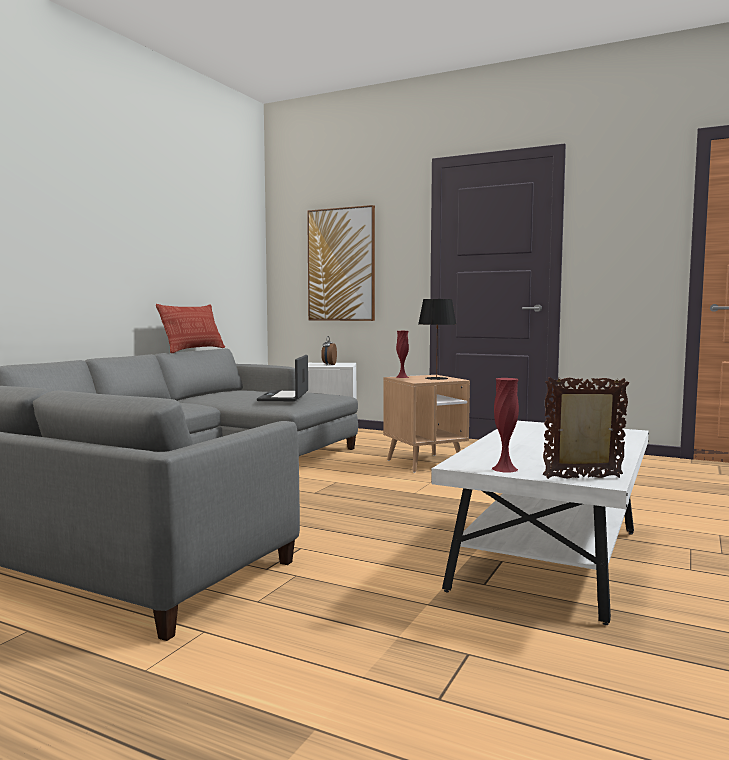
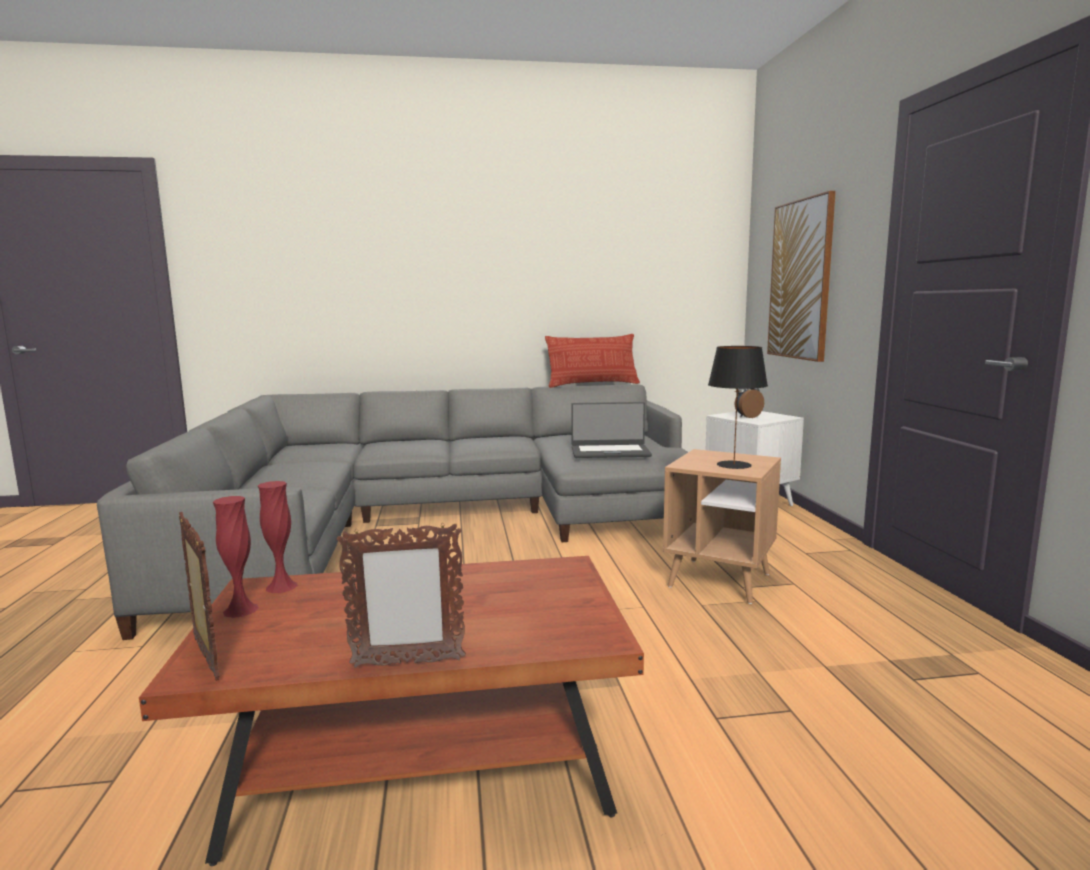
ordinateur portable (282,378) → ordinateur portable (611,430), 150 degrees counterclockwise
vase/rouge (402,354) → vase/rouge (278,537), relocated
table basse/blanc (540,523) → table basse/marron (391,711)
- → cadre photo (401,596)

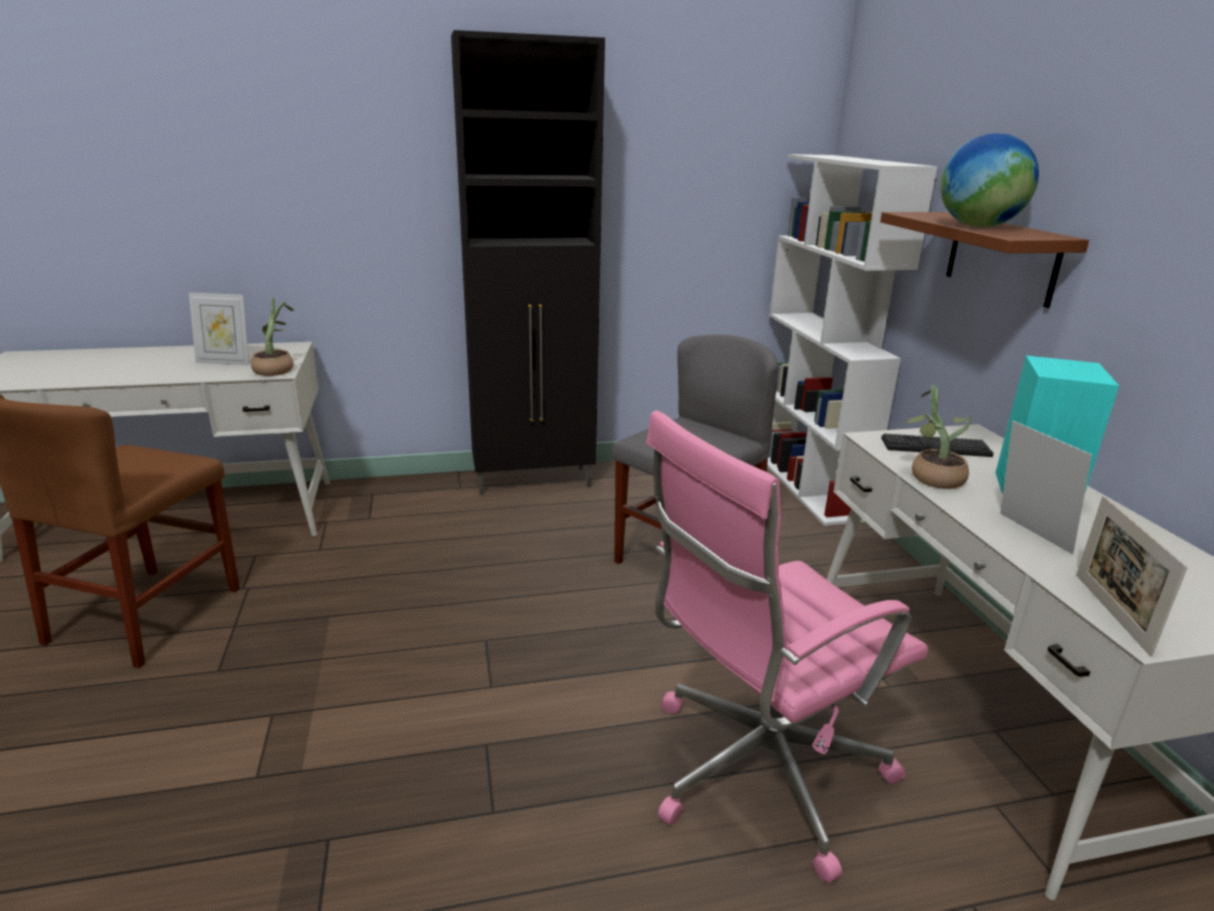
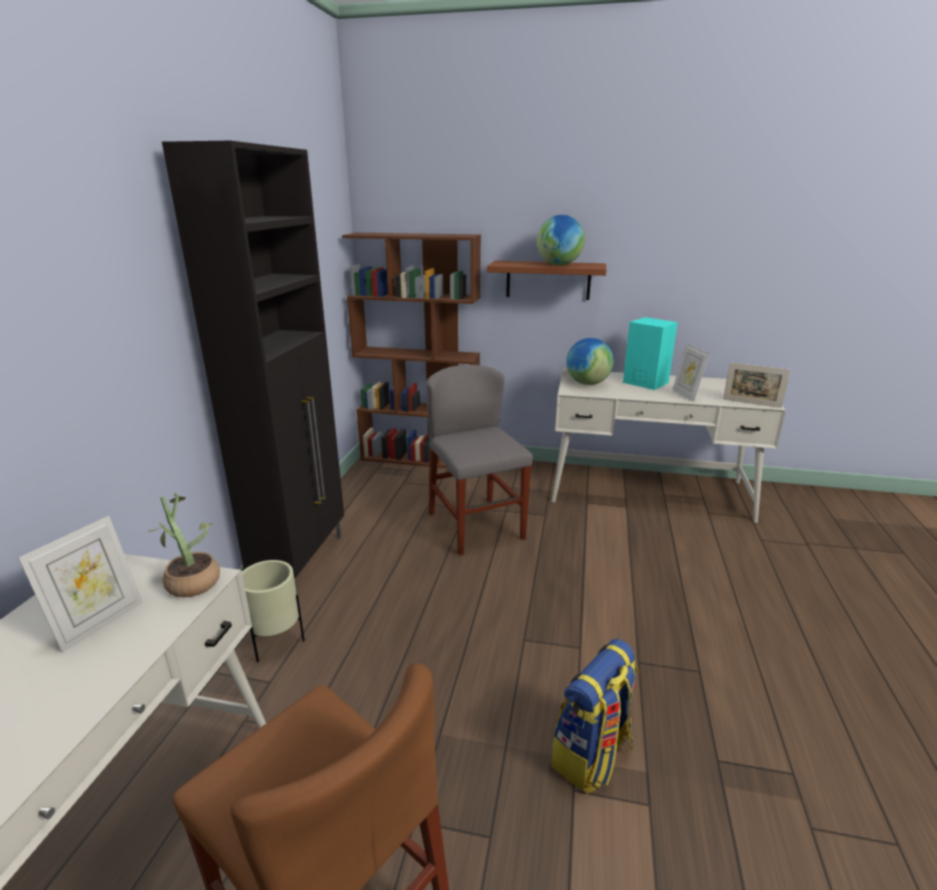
chaise de bureau/rose (787,646) → -
bibliothèque/blanc (852,340) → bibliothèque/marron (411,350)
clavier (937,445) → globe (590,361)
plante en pot (937,437) → -
cadre photo (1046,487) → cadre photo (691,372), 105 degrees counterclockwise
- → cache-pot/beige (273,611)
- → sac à dos (595,716)

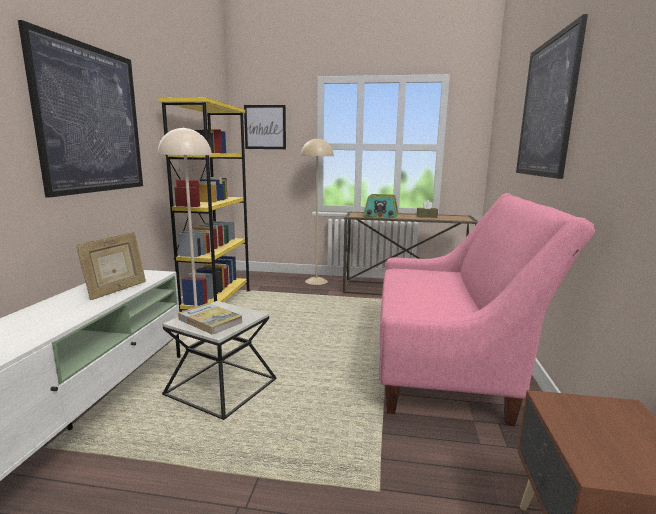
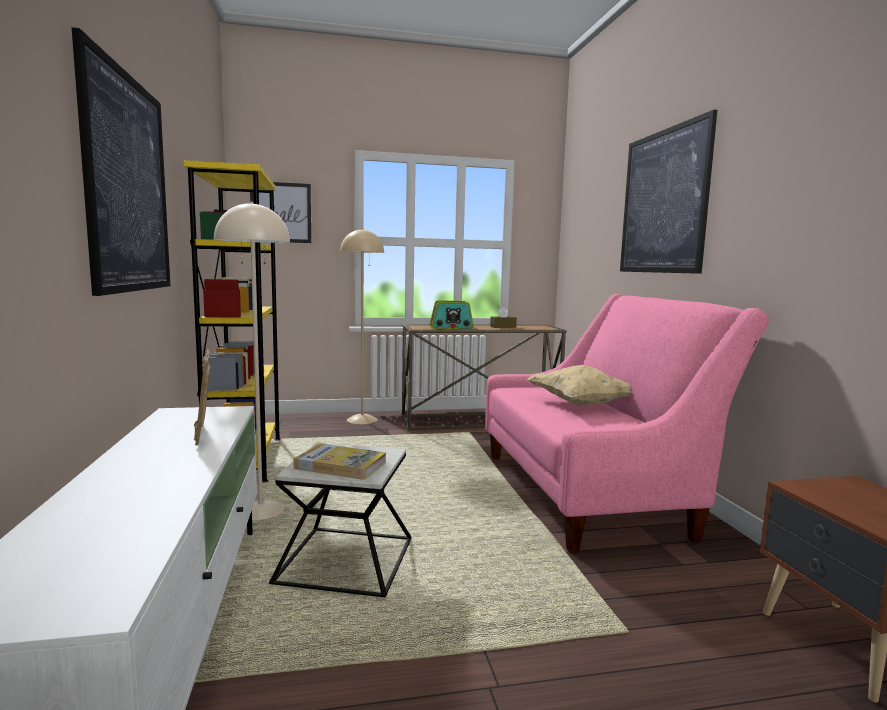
cadre photo (111,266) → cadre photo (202,397), 150 degrees clockwise
- → coussin/beige (579,385)

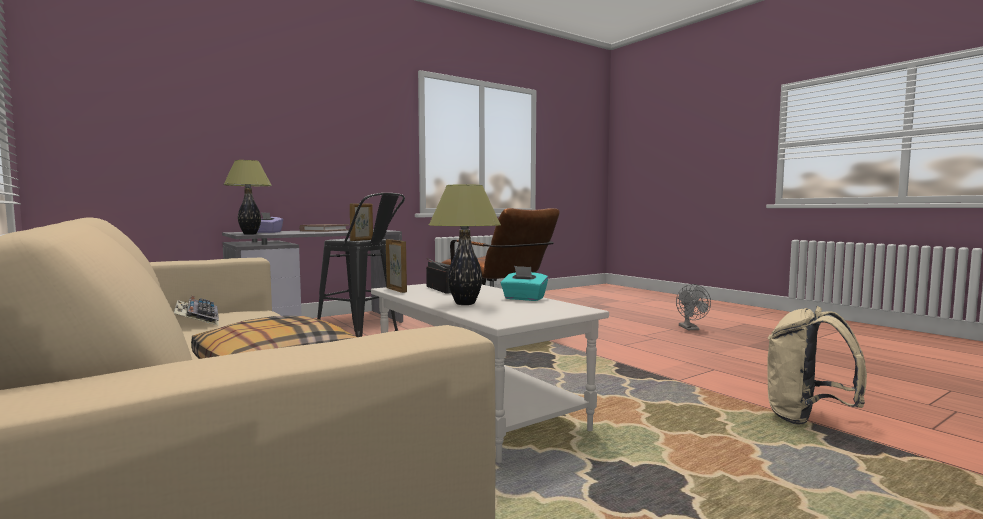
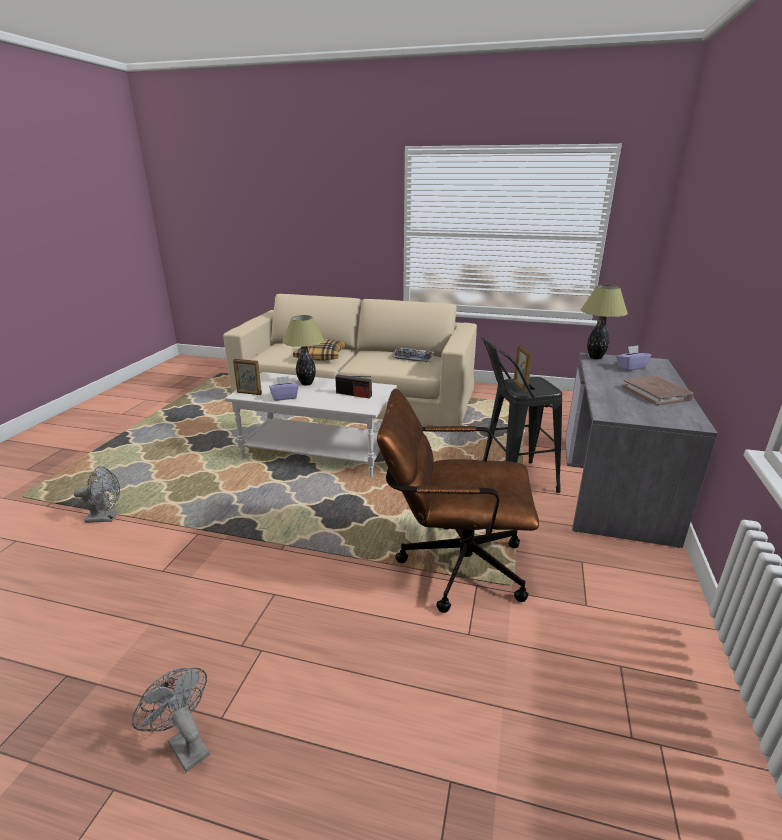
cadre photo (396,266) → cadre photo (247,377), relocated
boîte à mouchoirs/turquoise (524,283) → boîte à mouchoirs/violet (283,388)
sac à dos/beige (817,365) → ventilateur/gris (97,494)

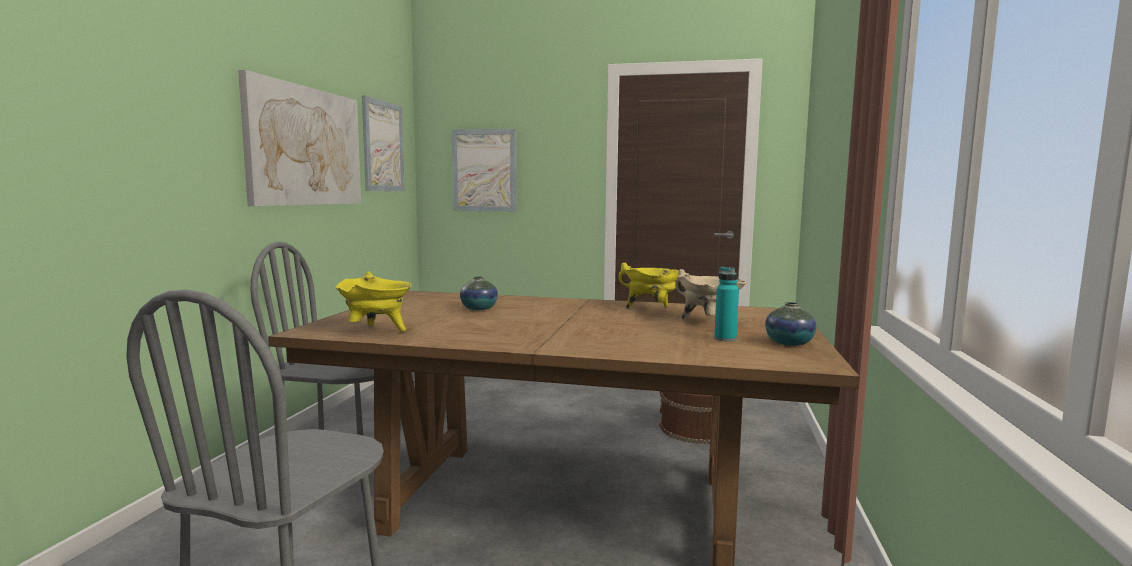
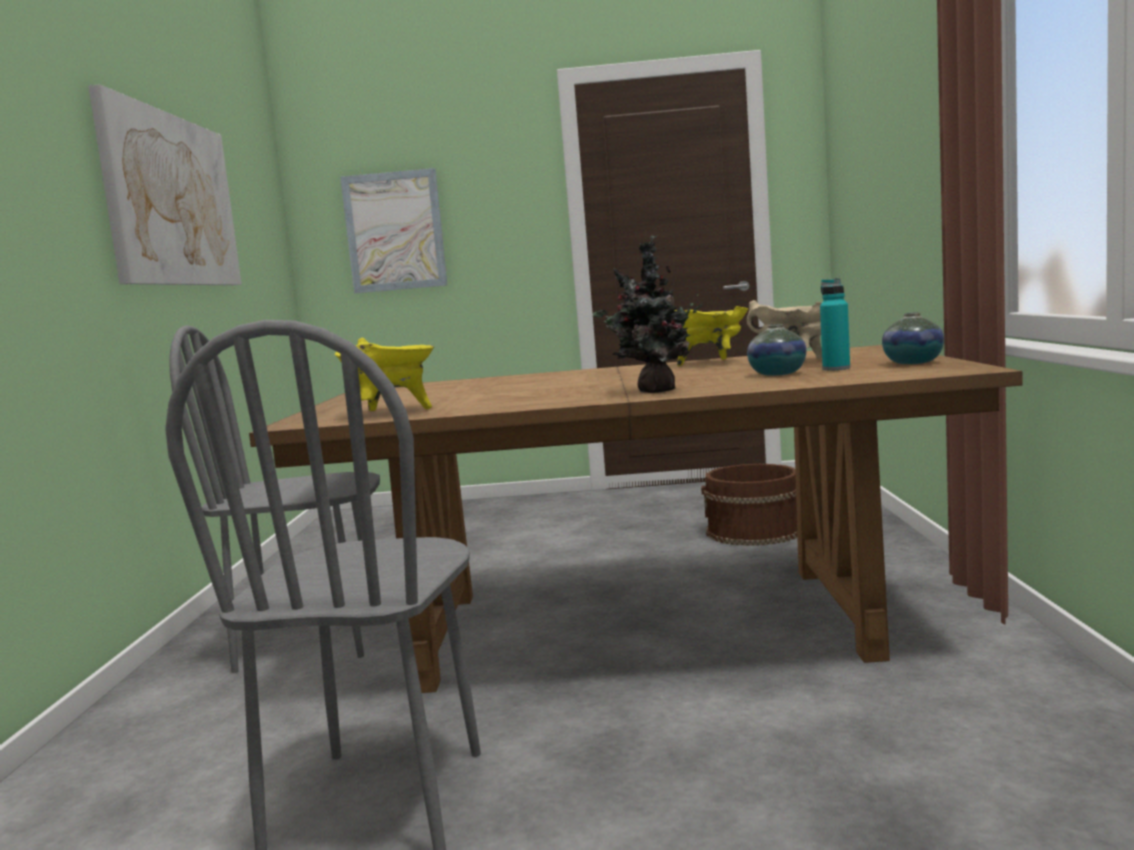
tableau (383,143) → -
vase (479,293) → vase (776,350), relocated
- → plante en pot (648,314)

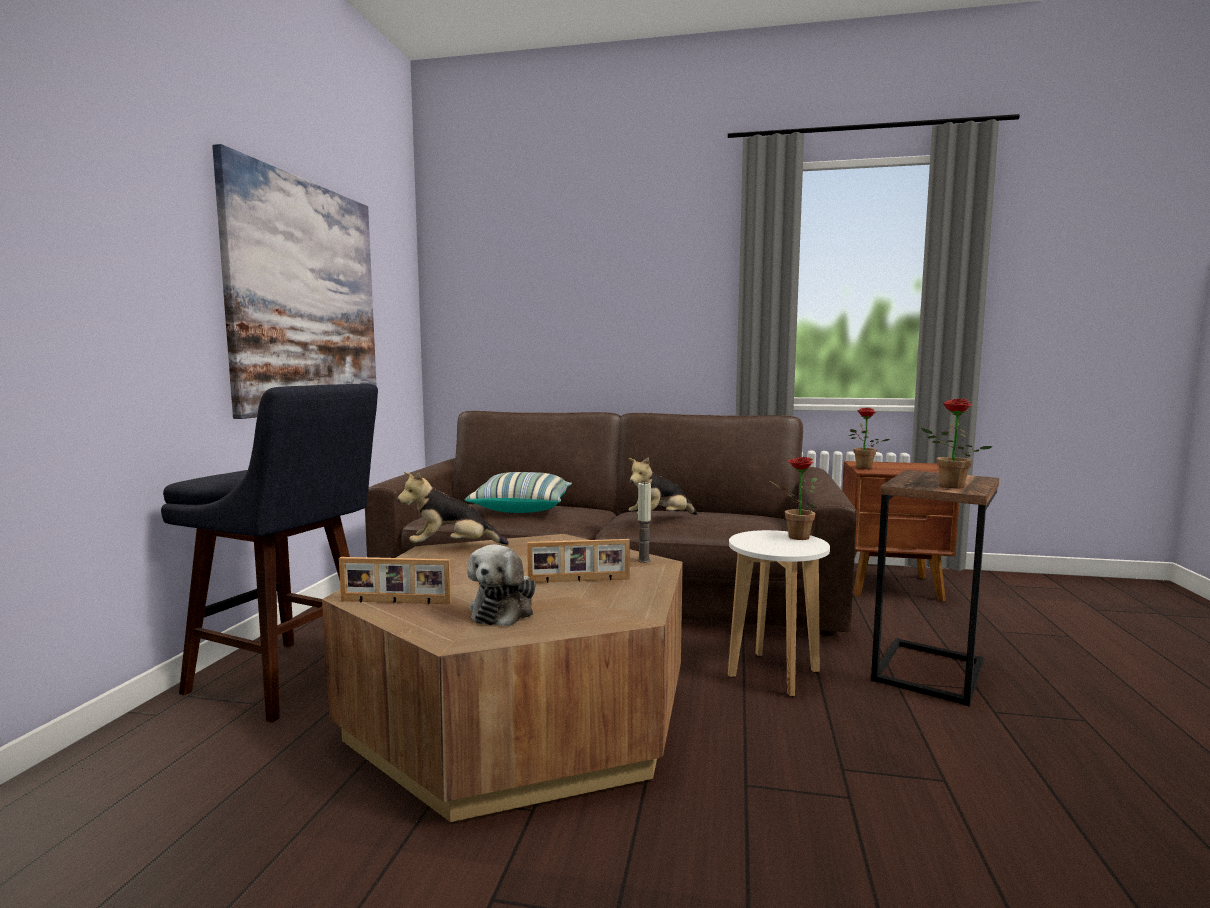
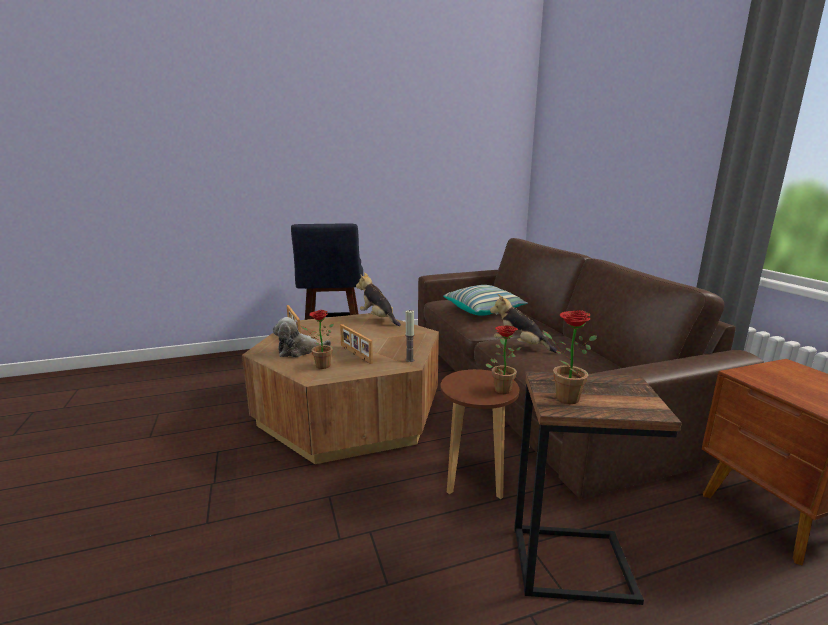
tableau (294,281) → -
tabouret/blanc (779,613) → tabouret/marron (479,434)
plante en pot (869,438) → plante en pot (317,339), relocated

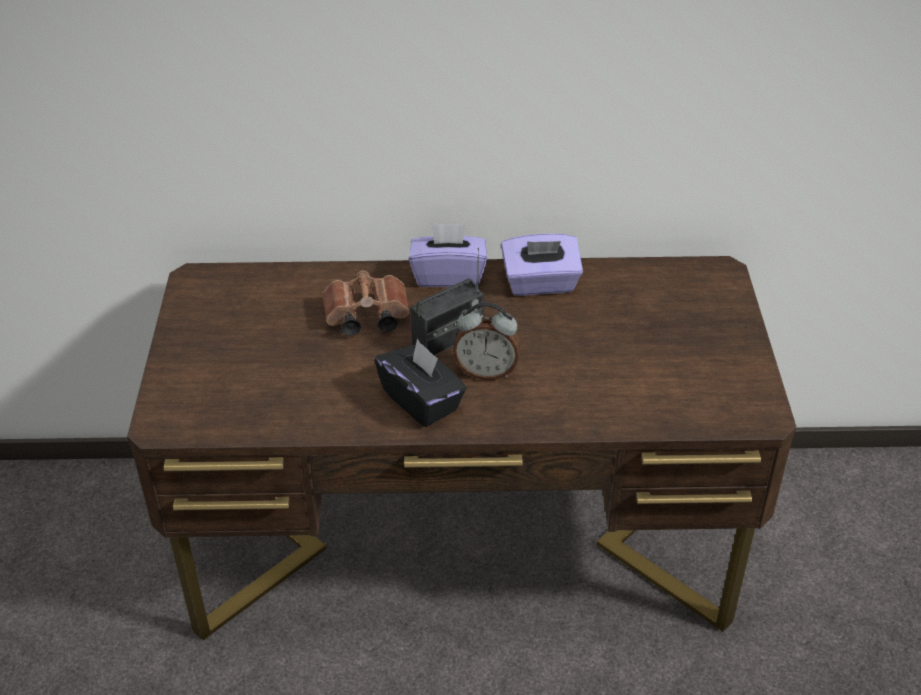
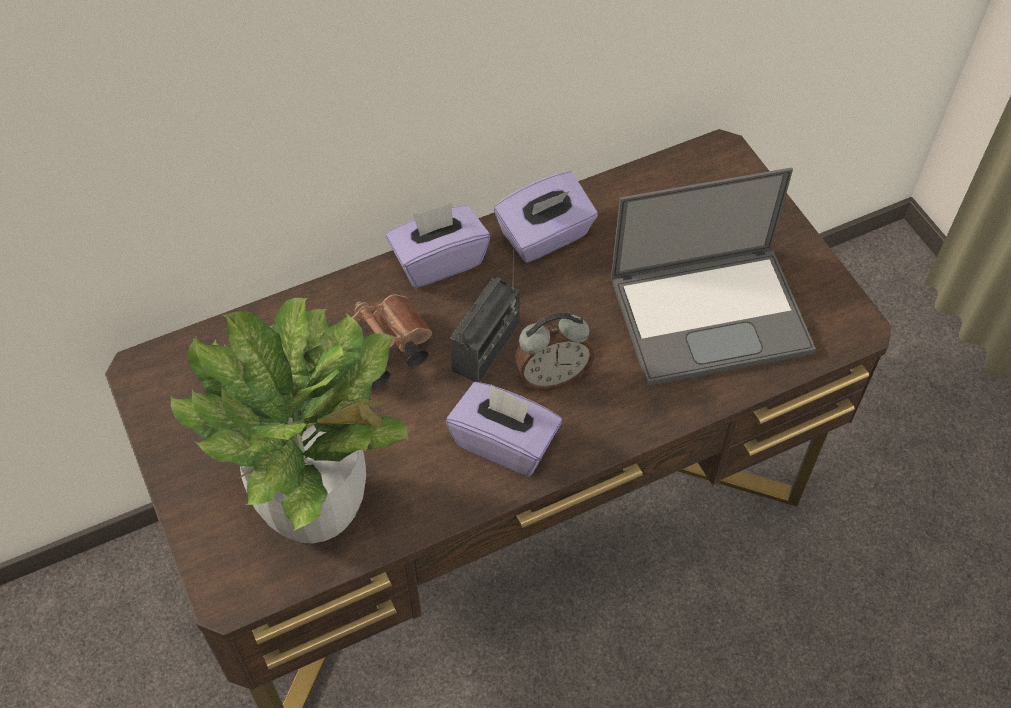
boîte à mouchoirs/noir (421,382) → boîte à mouchoirs/violet (504,429)
- → plante en pot (290,420)
- → ordinateur portable (713,276)

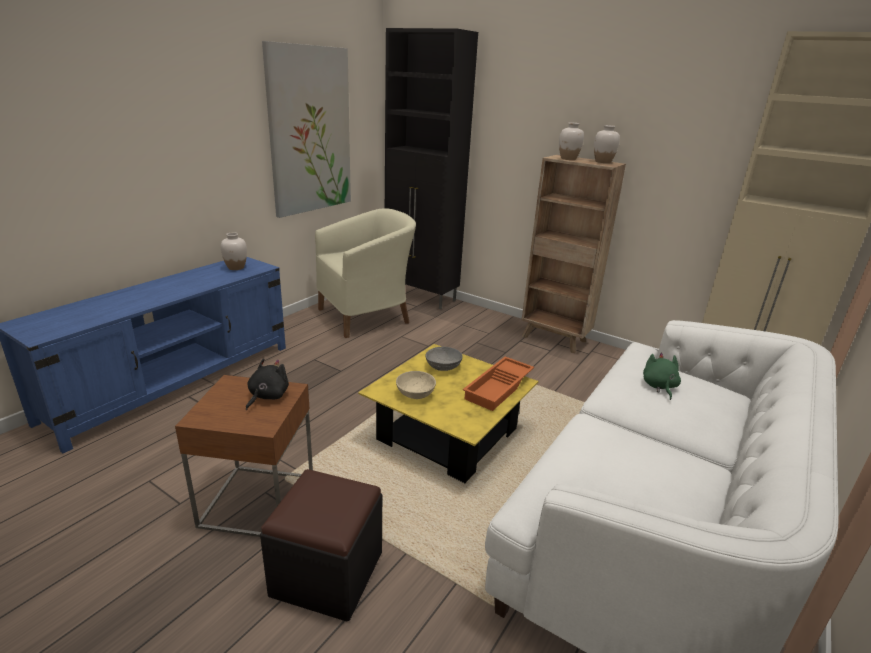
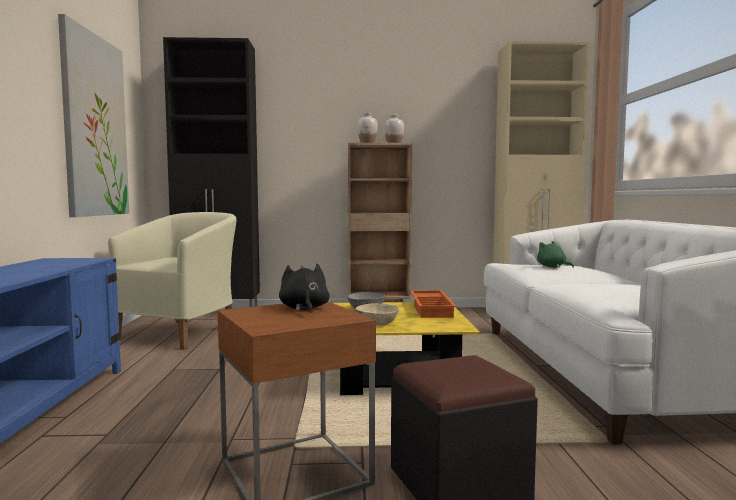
vase/blanc (234,251) → -

